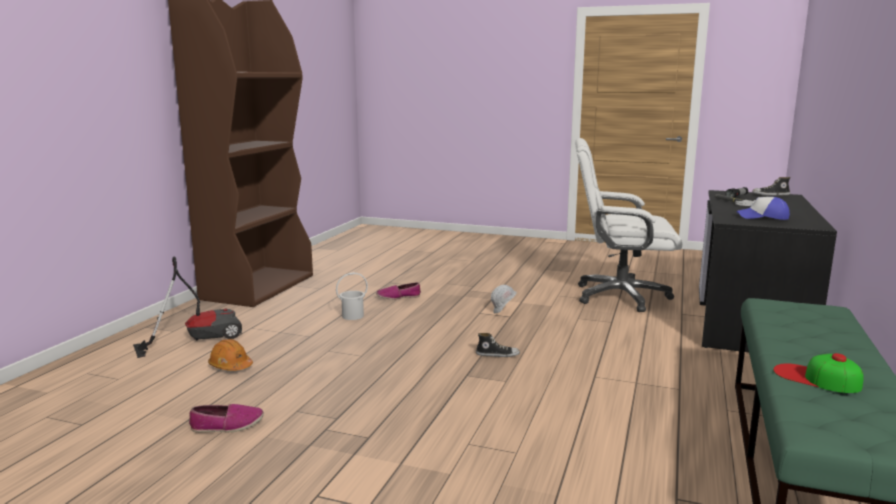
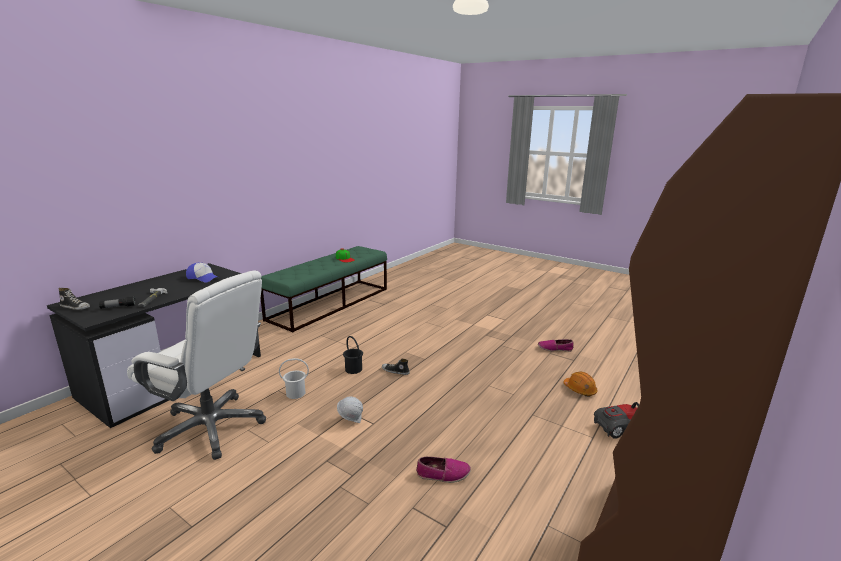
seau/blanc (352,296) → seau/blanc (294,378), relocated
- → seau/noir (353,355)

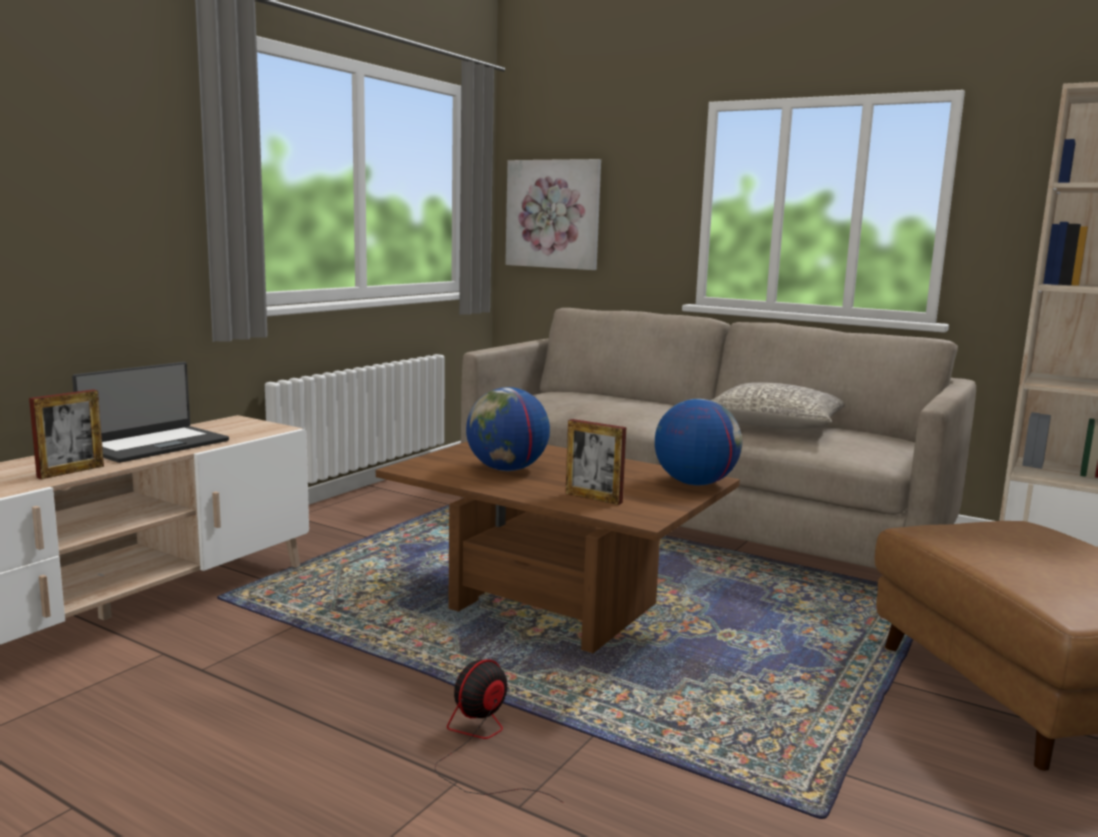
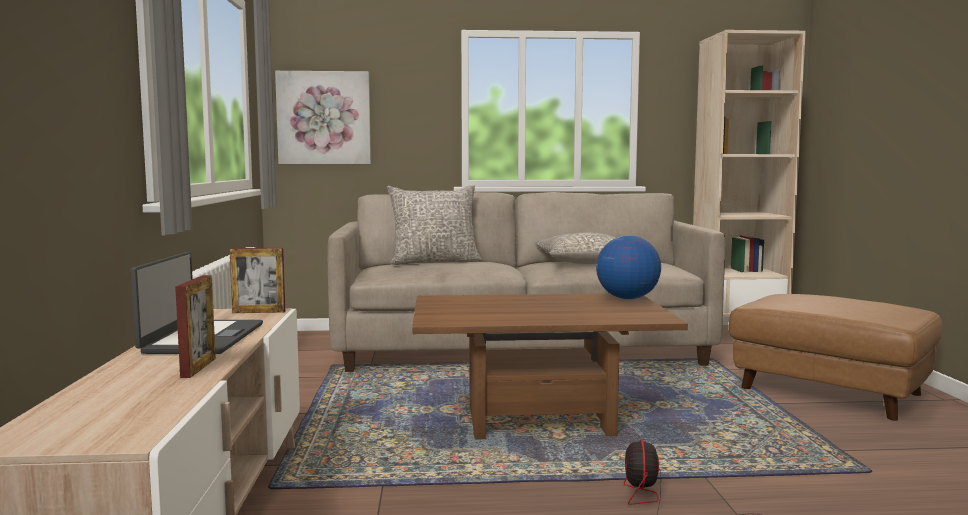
globe (508,429) → -
cadre photo (595,462) → cadre photo (257,280), relocated
- → coussin/gris (434,225)

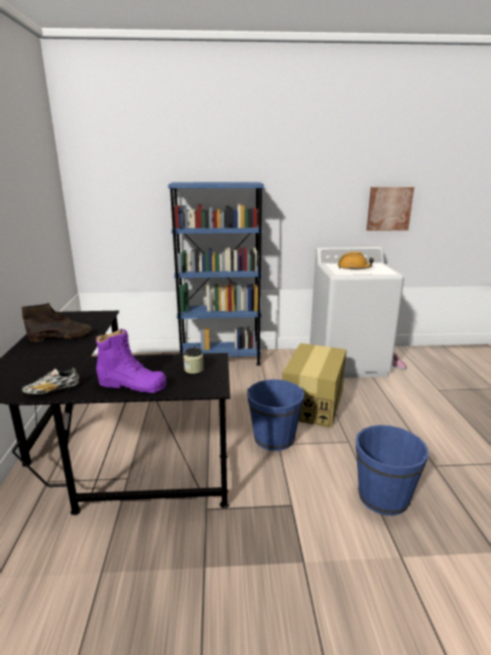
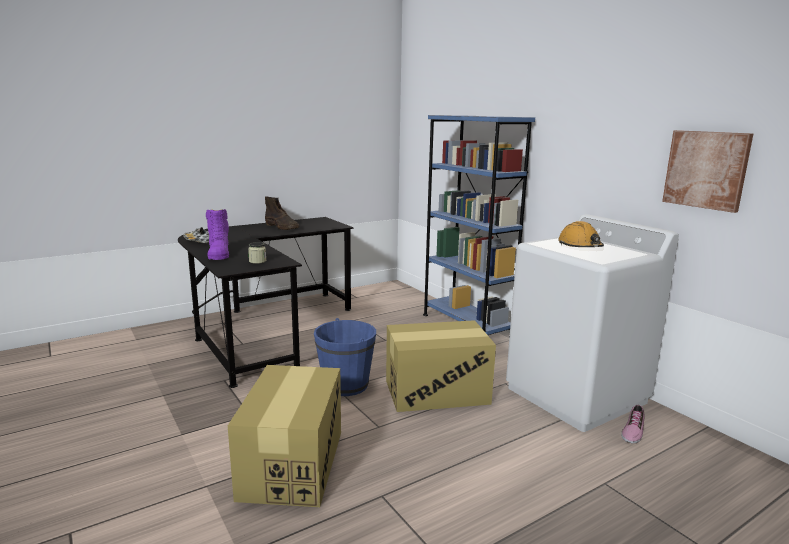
seau/bleu (392,470) → carton (284,436)

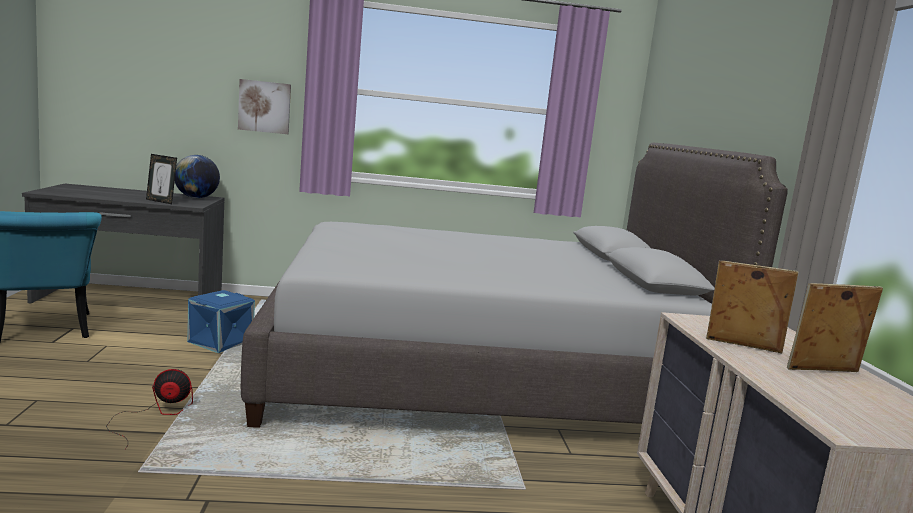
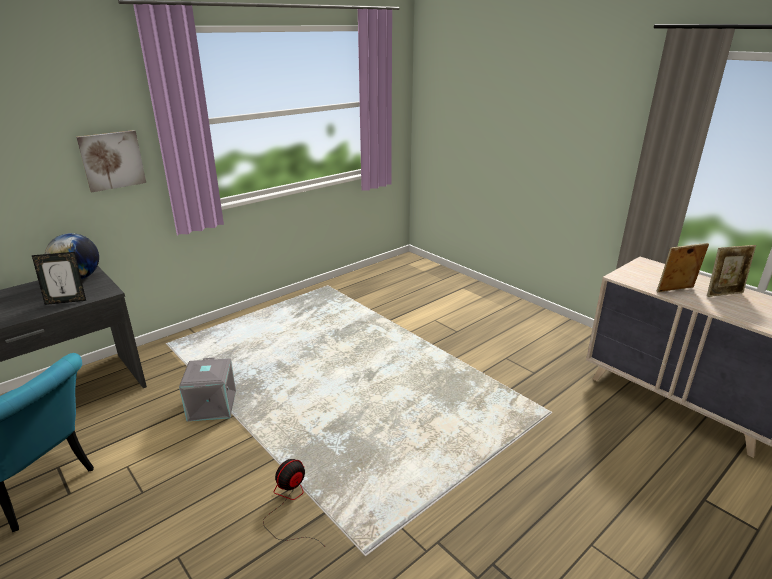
boîte de rangement/bleu (221,321) → boîte de rangement/gris (207,390)
lit/gris (514,285) → -
cadre photo (835,327) → cadre photo (731,271), 150 degrees counterclockwise

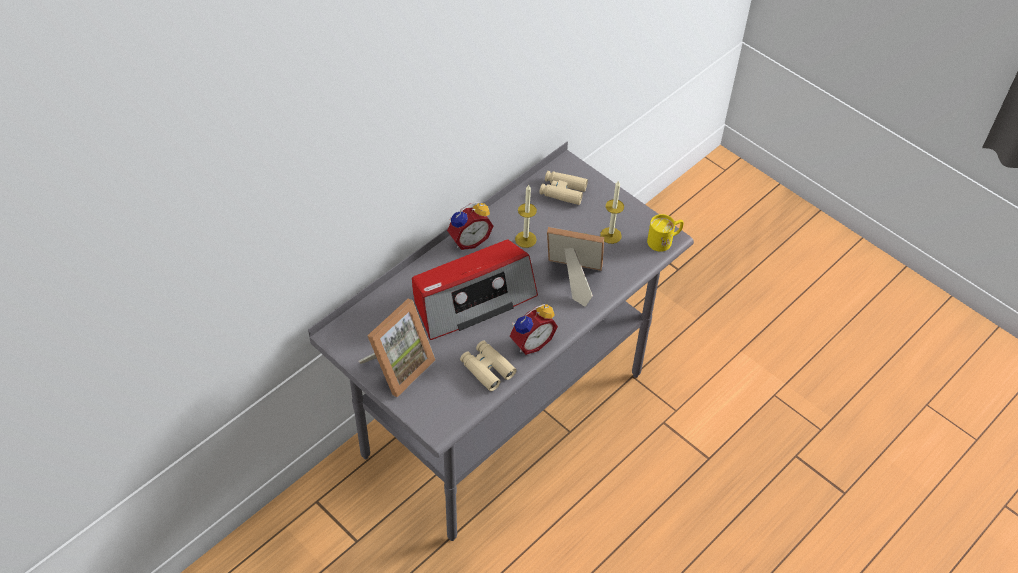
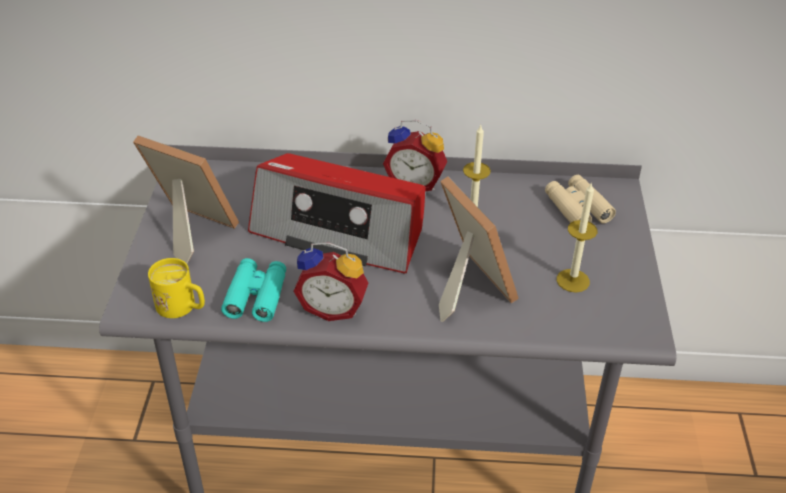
cadre photo (397,347) → cadre photo (186,199), 150 degrees counterclockwise
jumelles/beige (488,365) → jumelles/turquoise (253,290)
mug/jaune (665,233) → mug/jaune (176,288), relocated

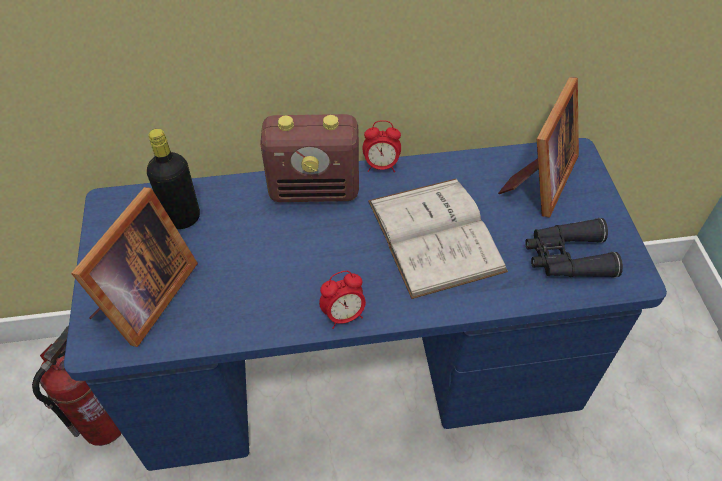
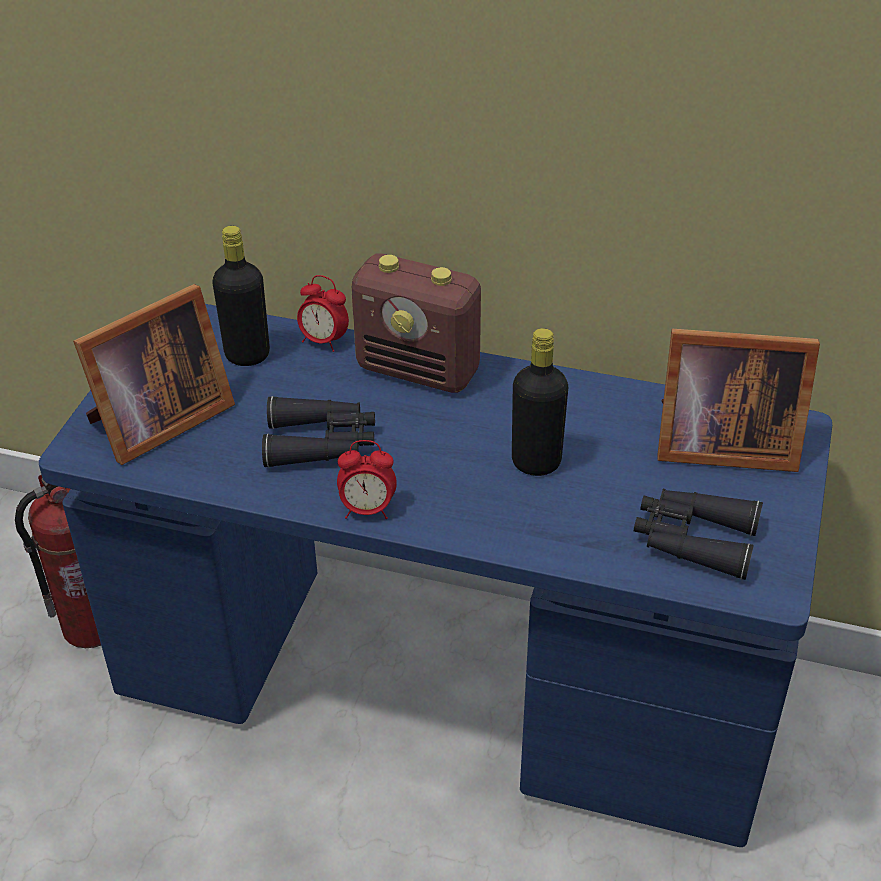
réveil (382,146) → réveil (323,313), relocated
livre/blanc (438,239) → bouteille/noir (540,402)
cadre photo (538,147) → cadre photo (738,400), 45 degrees clockwise
- → jumelles/noir (318,432)

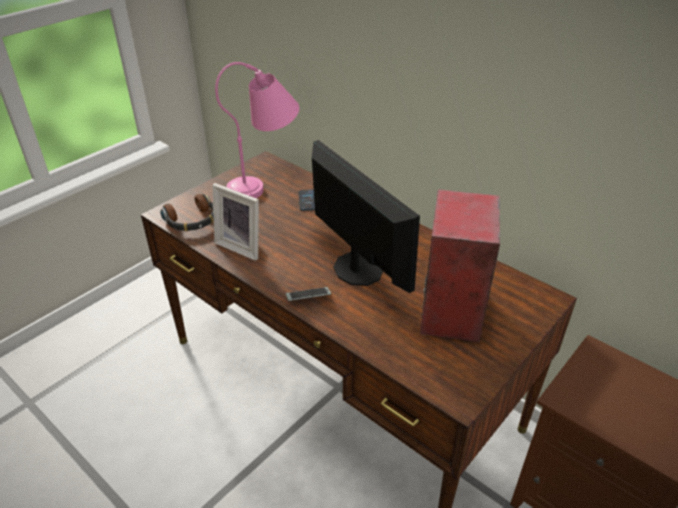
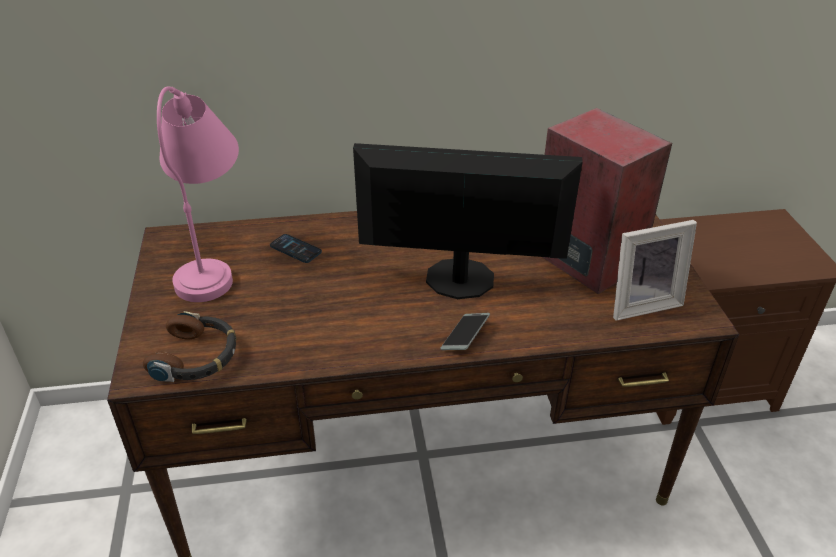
cadre photo (236,222) → cadre photo (655,270), relocated

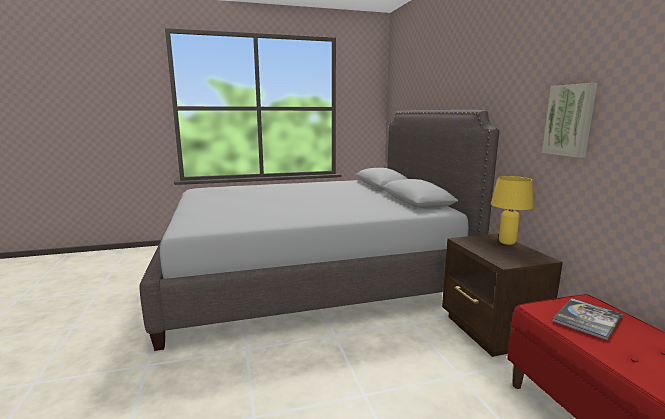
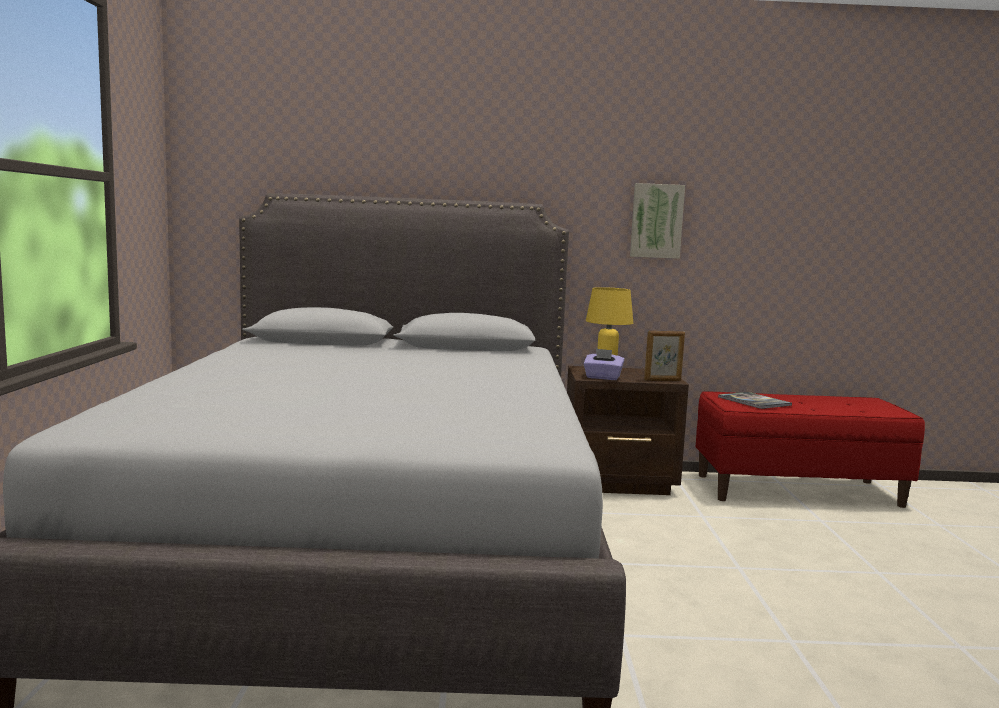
- → boîte à mouchoirs/violet (604,364)
- → cadre photo (664,356)

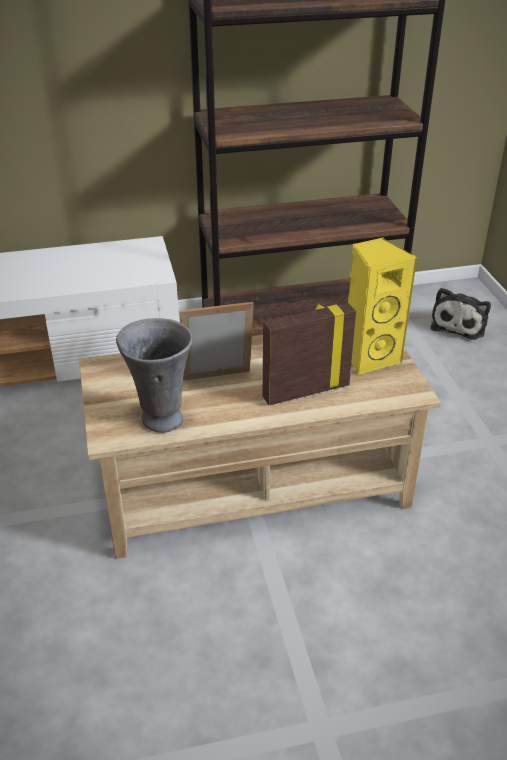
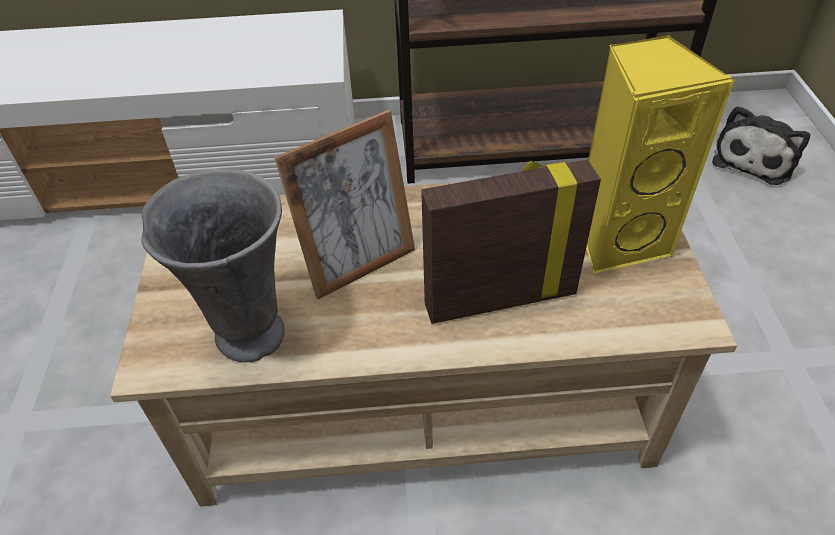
cadre photo (217,341) → cadre photo (344,204), 150 degrees clockwise

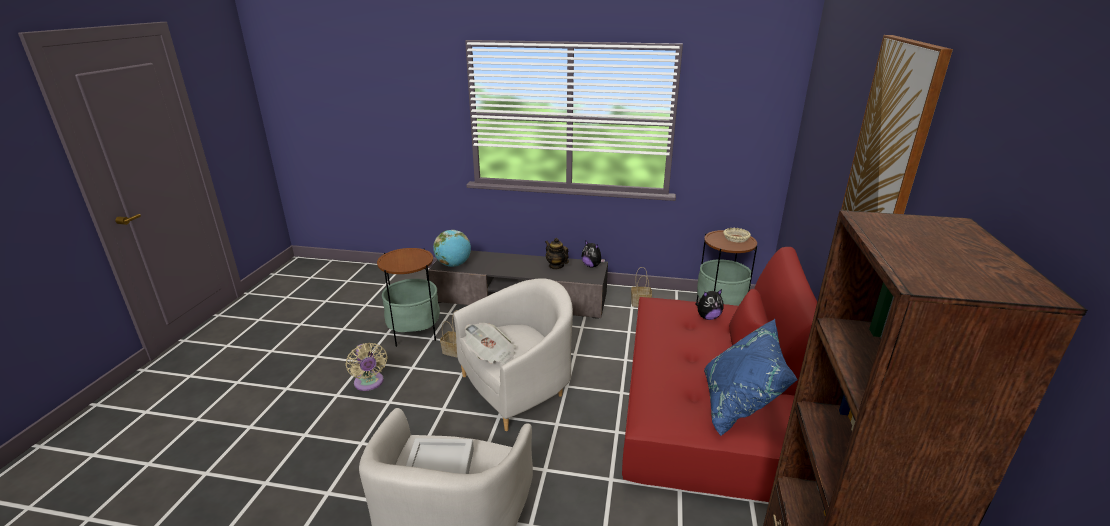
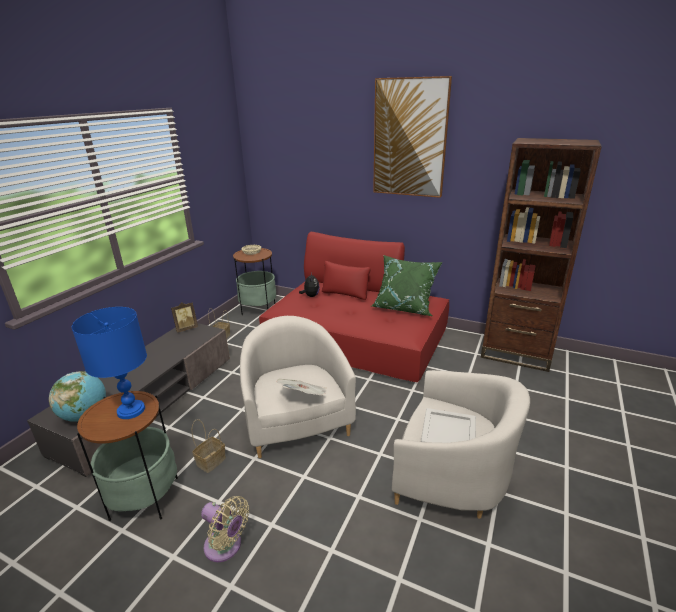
ventilateur/beige (366,367) → ventilateur/beige (225,529), 45 degrees clockwise
théière (557,253) → -
peluche (593,254) → cadre photo (184,317)
coussin/bleu (751,377) → coussin/vert (406,285)
- → lampe de table/bleu (109,363)

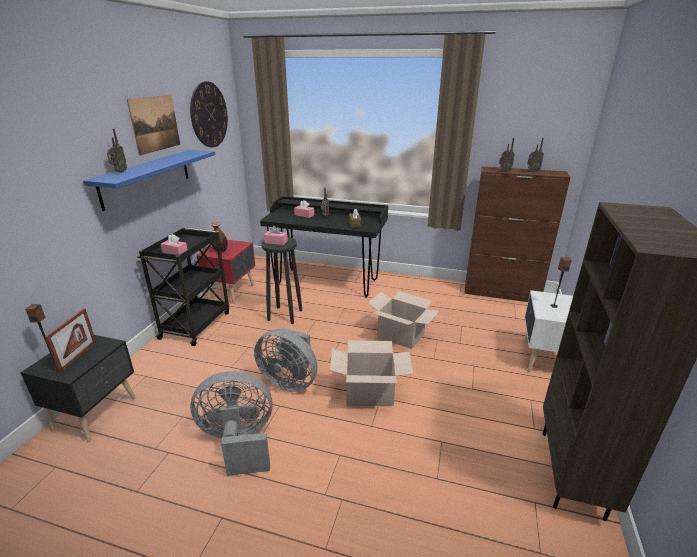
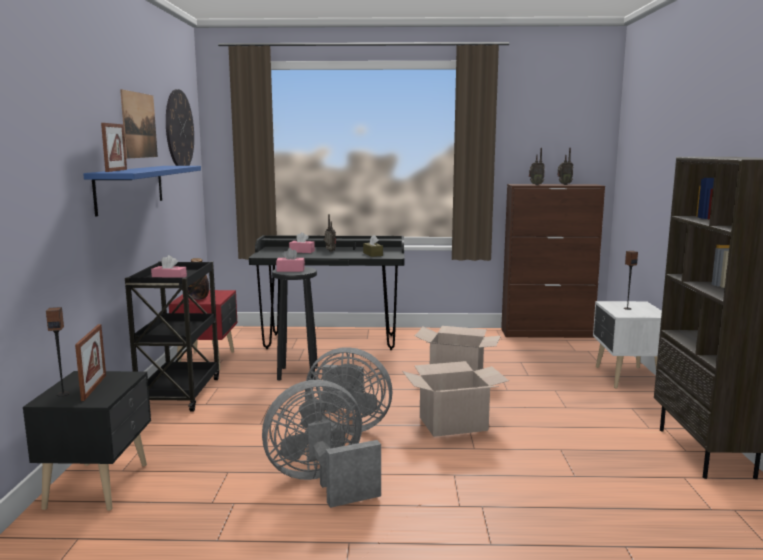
radio (117,150) → cadre photo (114,147)

